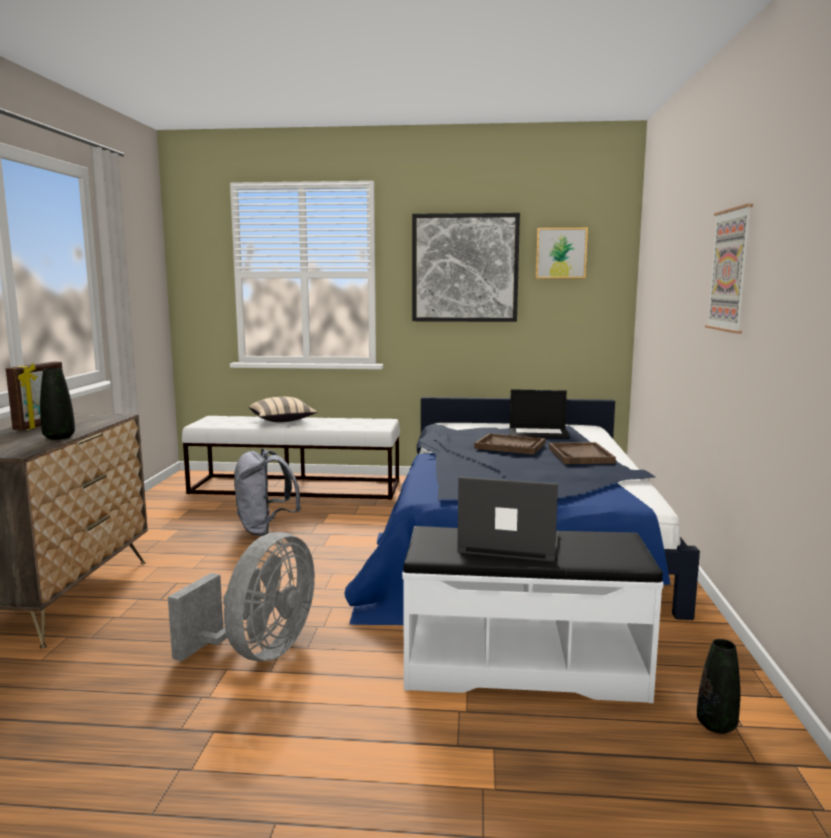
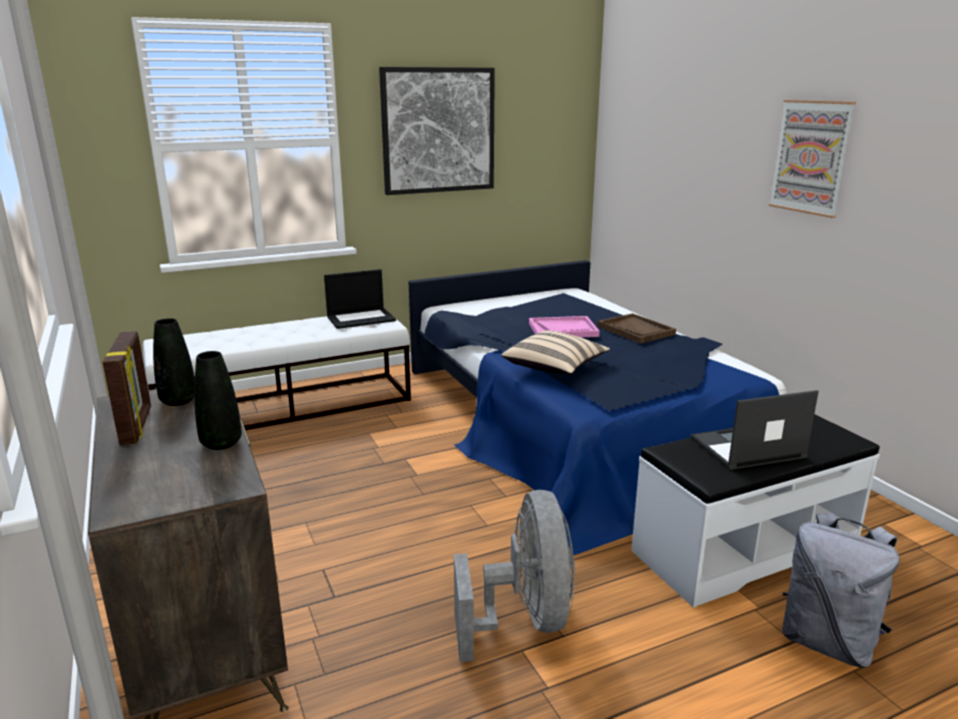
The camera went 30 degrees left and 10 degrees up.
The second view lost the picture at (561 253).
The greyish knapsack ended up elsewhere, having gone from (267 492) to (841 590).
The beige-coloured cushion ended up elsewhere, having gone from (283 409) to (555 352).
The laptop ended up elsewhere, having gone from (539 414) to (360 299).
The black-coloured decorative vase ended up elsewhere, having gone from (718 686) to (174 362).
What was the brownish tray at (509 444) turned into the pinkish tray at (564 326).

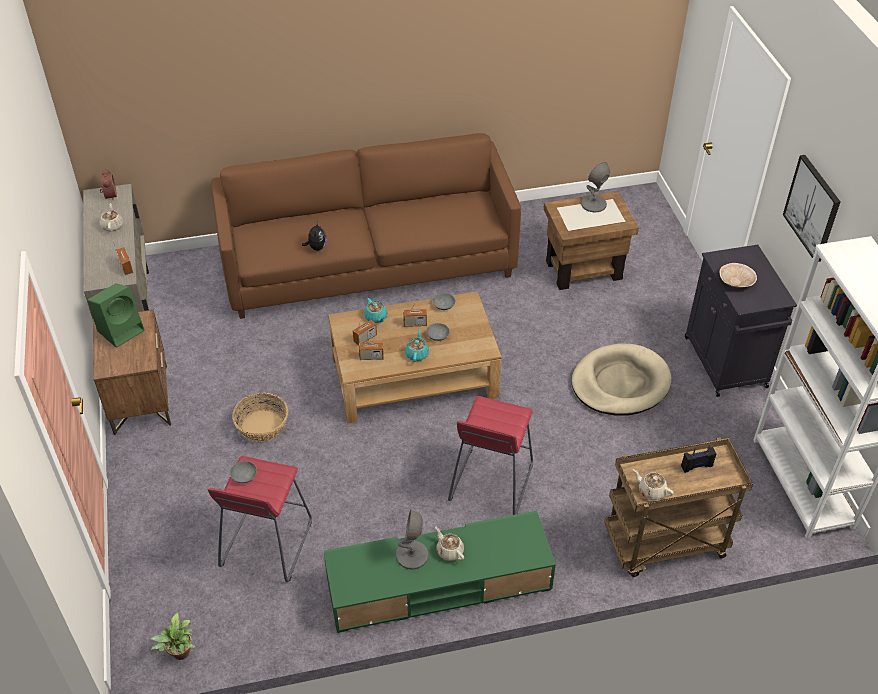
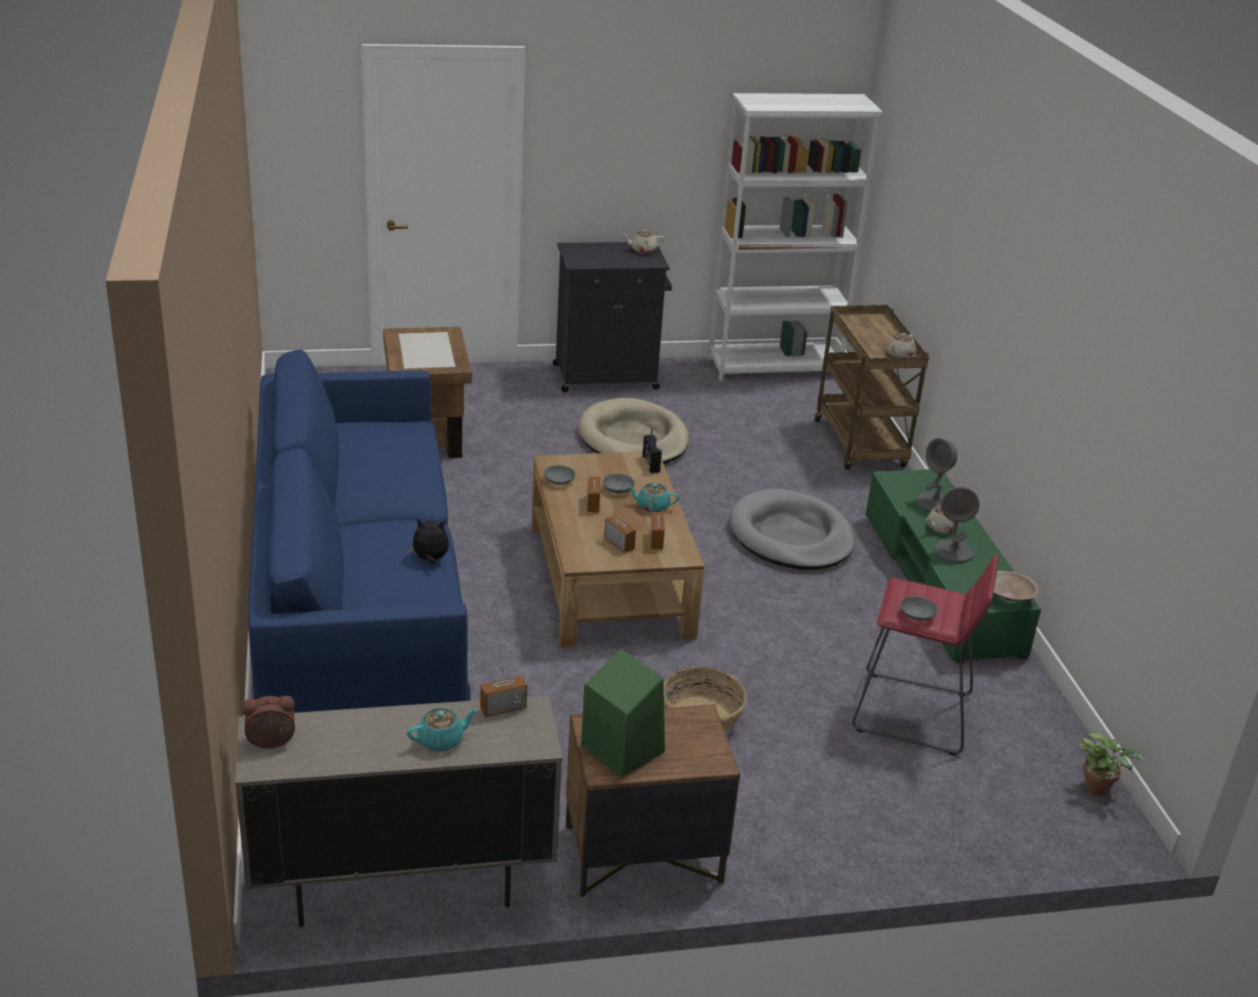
The camera went 90 degrees left and 15 degrees down.
The second view lost the picture at (812 208).
The beige-coloured tea pot ended up elsewhere, having gone from (111 217) to (643 241).
The turquoise-coloured tea pot ended up elsewhere, having gone from (375 310) to (442 729).
The greyish tabletop lamp ended up elsewhere, having gone from (595 187) to (937 475).
The radio receiver ended up elsewhere, having gone from (698 458) to (652 450).
The beige-coloured bowl ended up elsewhere, having gone from (738 275) to (1016 586).
Where the red-coloured stool stood at (490 455), the greyish dog bed came to stand at (792 529).
What was the brownish couch at (366 226) turned into the blue-coloured couch at (359 531).

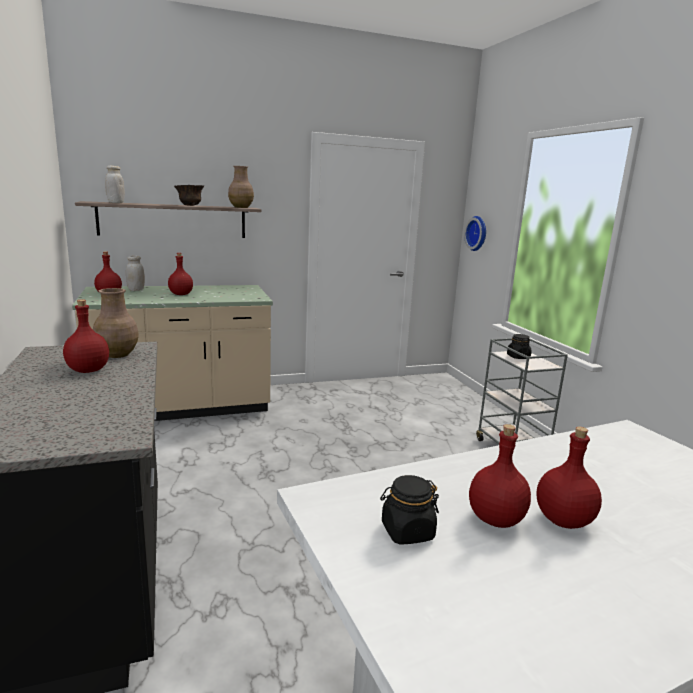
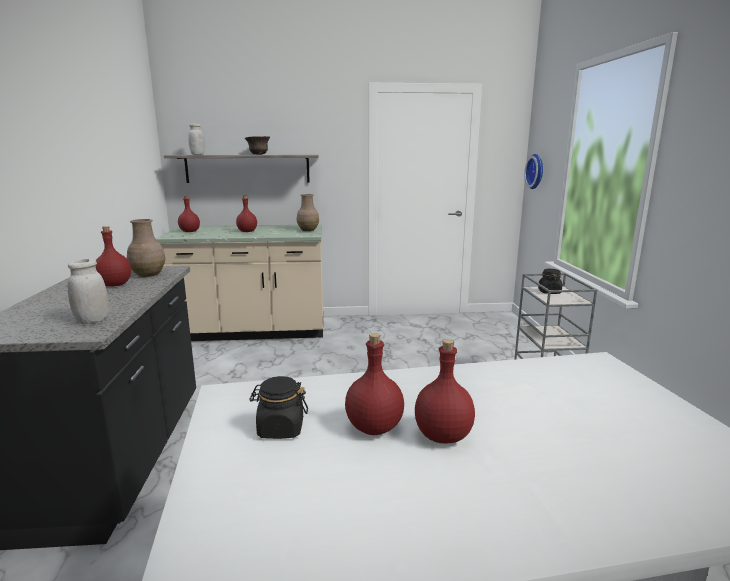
The camera went 15 degrees right and 0 degrees up.
The white-coloured storage jar ended up elsewhere, having gone from (135 273) to (88 291).
The brownish decorative vase ended up elsewhere, having gone from (241 187) to (308 212).

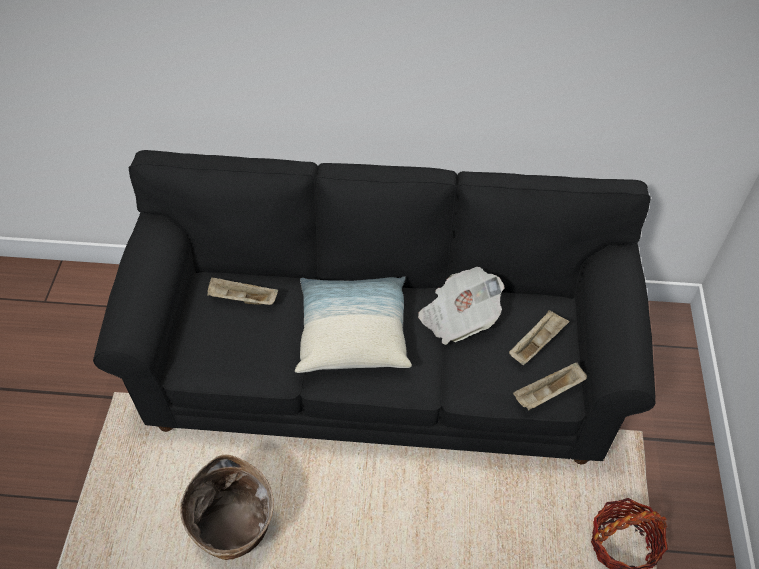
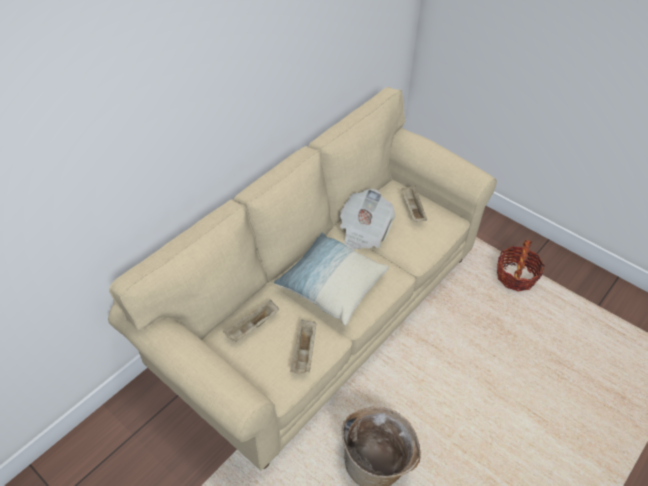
The camera went 55 degrees left and 5 degrees down.
The beige-coloured tray ended up elsewhere, having gone from (550 386) to (303 346).
What was the black-coloured couch at (374 307) turned into the beige-coloured couch at (302 279).

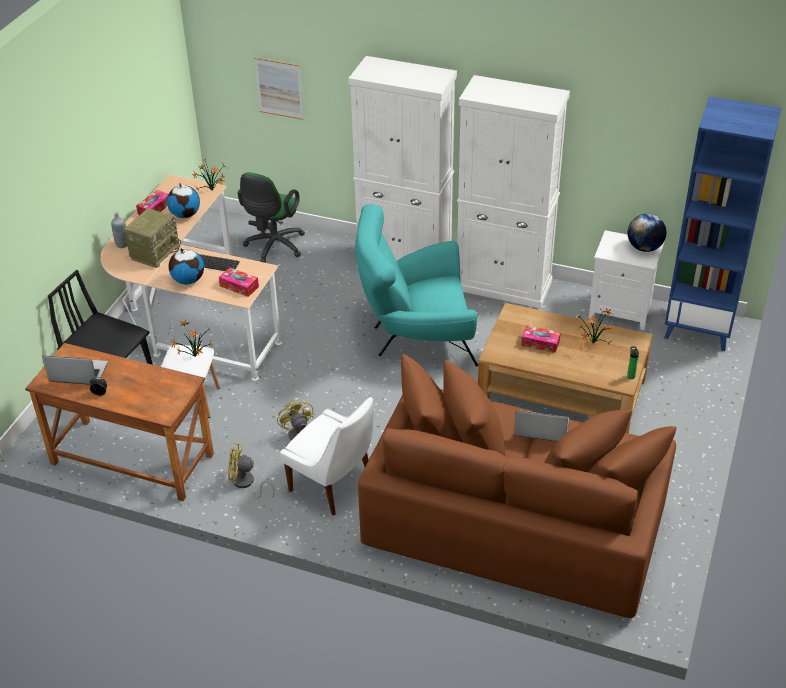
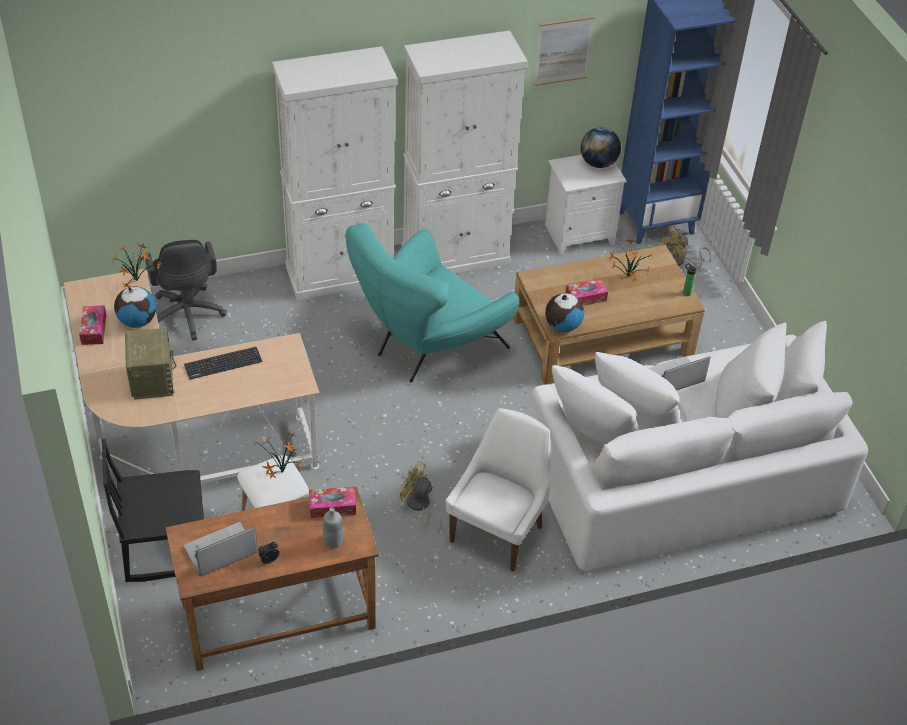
The camera went 40 degrees left and 5 degrees up.
The greyish bottle ended up elsewhere, having gone from (119 230) to (333 528).
The globe ended up elsewhere, having gone from (186 266) to (564 312).
The box of tissues ended up elsewhere, having gone from (239 282) to (332 502).
The yellow cooling fan ended up elsewhere, having gone from (251 471) to (684 246).
The picture ended up elsewhere, having gone from (279 88) to (564 51).
What was the green desk chair at (271 217) turned into the black-coloured desk chair at (186 290).
What was the brownish couch at (517 486) turned into the white-coloured couch at (699 446).
The white-coloured upright chair at (326 456) ended up facing another way, 60 degrees counterclockwise from before.

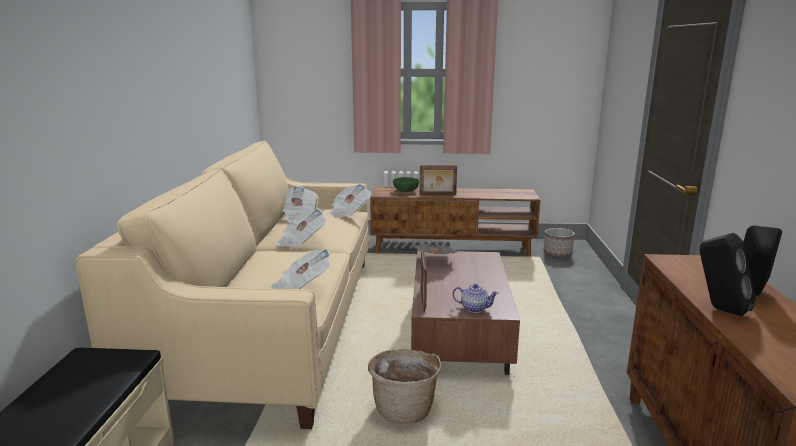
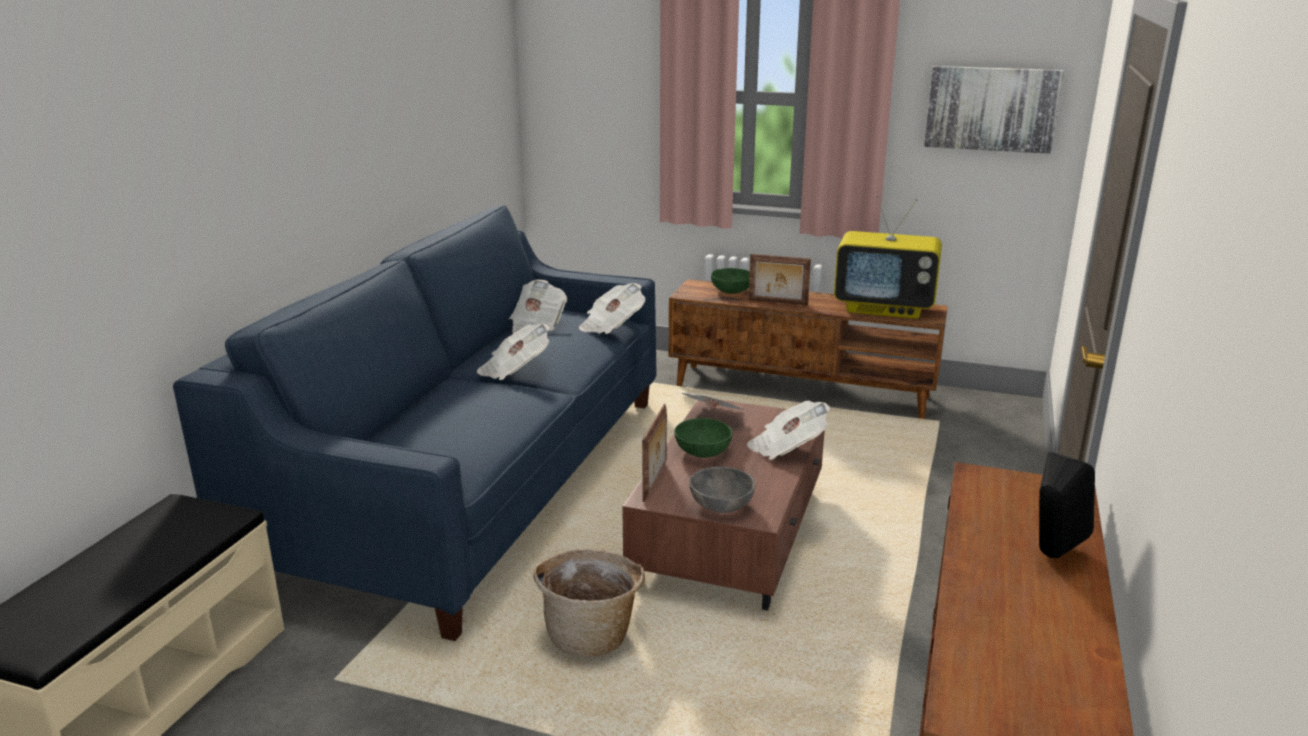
The camera went 15 degrees right and 5 degrees up.
The second view lost the plant pot at (559 242).
The second view lost the black-coloured speaker at (727 274).
The second view gained the green bowl at (703 438).
The second view gained the TV at (888 257).
The second view gained the picture at (994 110).
The daily paper ended up elsewhere, having gone from (300 269) to (789 430).
Where the tea pot stood at (475 298), the greyish bowl came to stand at (722 490).
What was the beige-coloured couch at (222 285) turned into the blue-coloured couch at (414 423).

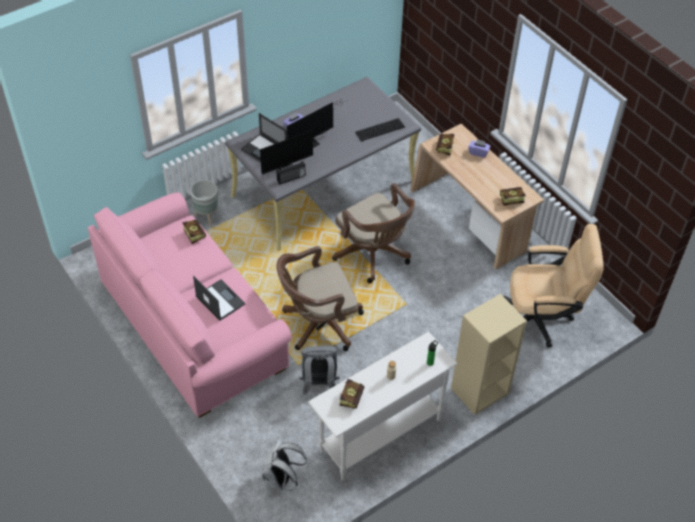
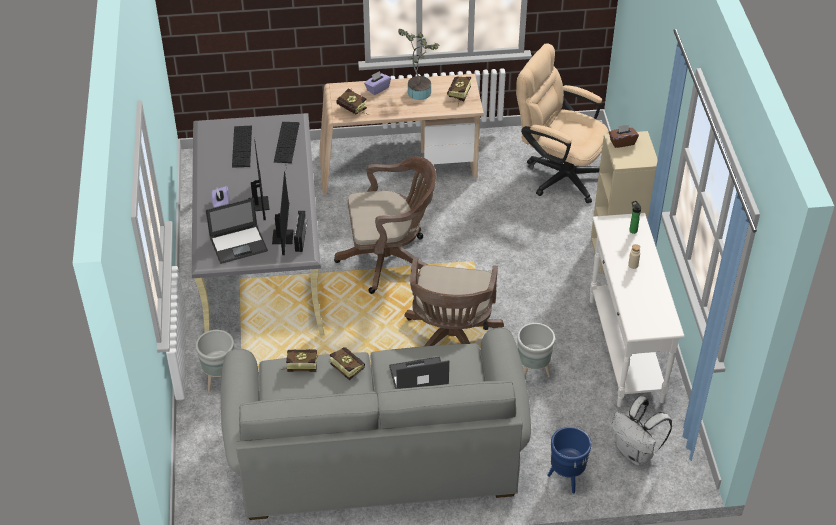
The camera went 60 degrees left and 5 degrees down.
The second view gained the computer keyboard at (242 147).
The second view gained the houseplant at (418 64).
The second view gained the blue-coloured plant pot at (569 460).
The second view gained the brownish box of tissues at (624 136).
The volume ended up elsewhere, having gone from (352 394) to (347 364).
Where the greyish knapsack stood at (319 370), the greyish plant pot came to stand at (536 350).
What was the pinkish couch at (190 305) turned into the greyish couch at (375 423).
The beige-coloured desk chair at (553 286) ended up facing another way, 90 degrees counterclockwise from before.

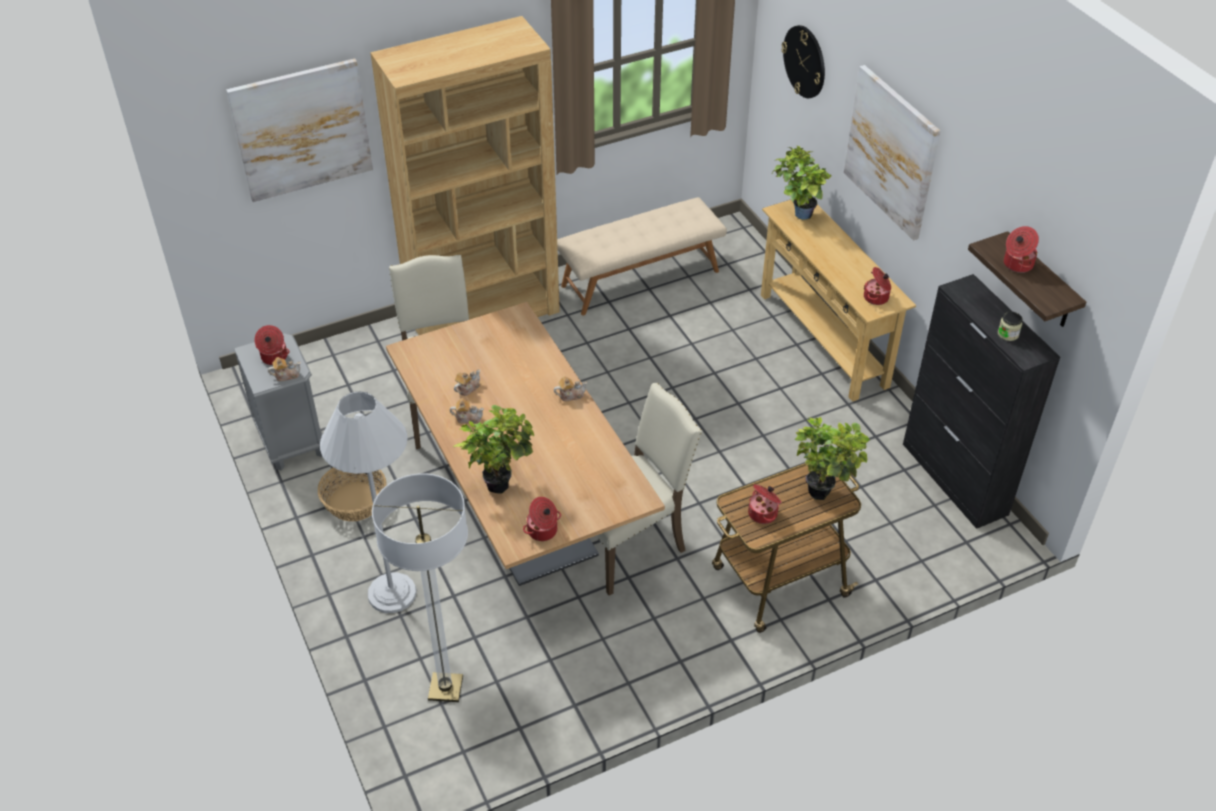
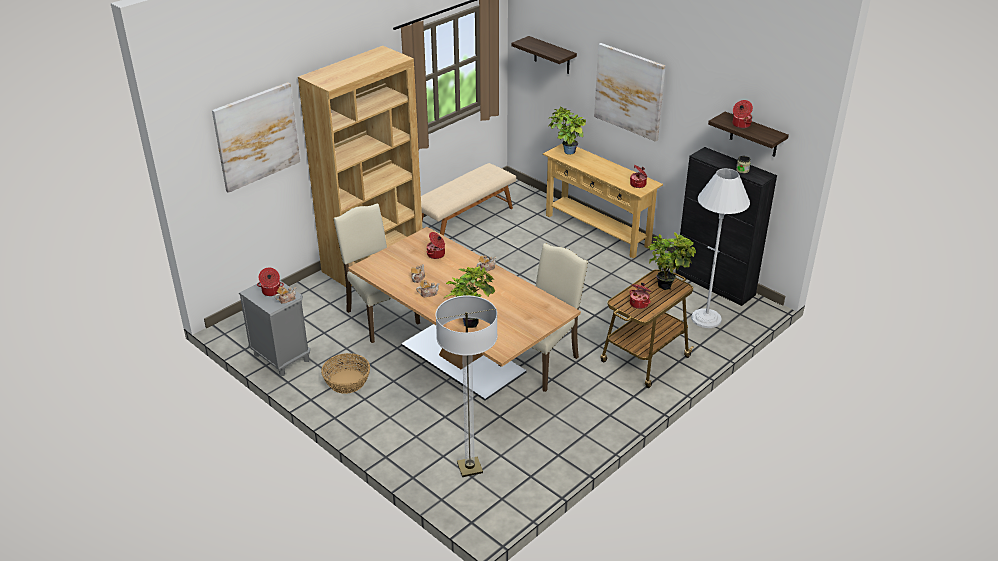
The camera went 20 degrees left and 10 degrees down.
The white-coloured floor lamp ended up elsewhere, having gone from (368 502) to (720 248).
The saucepot ended up elsewhere, having gone from (542 519) to (436 245).
Where the wall clock hung at (803 61), the wall shelf came to hang at (544 55).

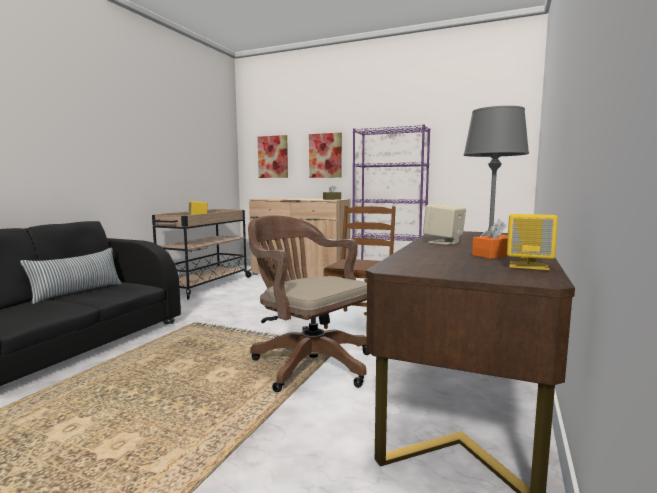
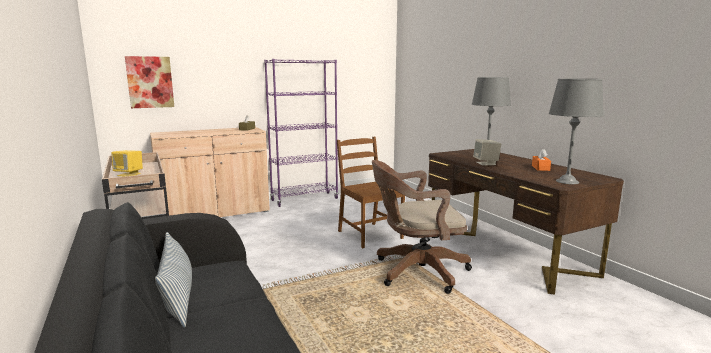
The camera went 50 degrees left and 5 degrees up.
The second view lost the picture at (325 155).
The second view lost the yellow speaker at (532 242).
The second view gained the greyish tabletop lamp at (576 131).

